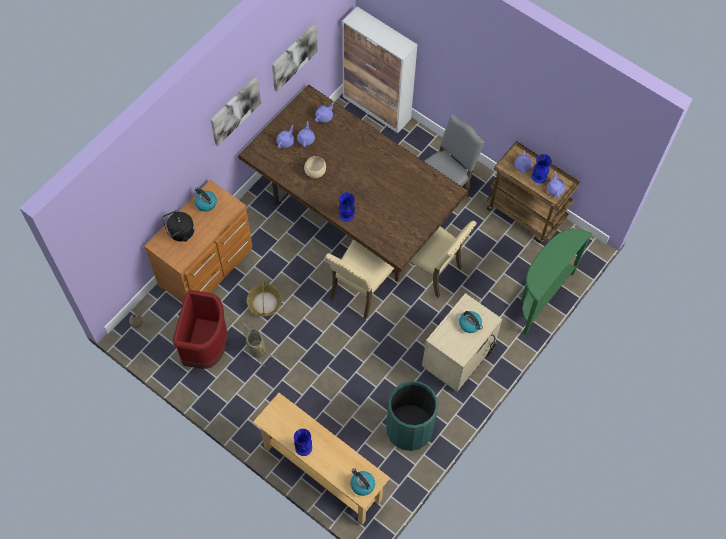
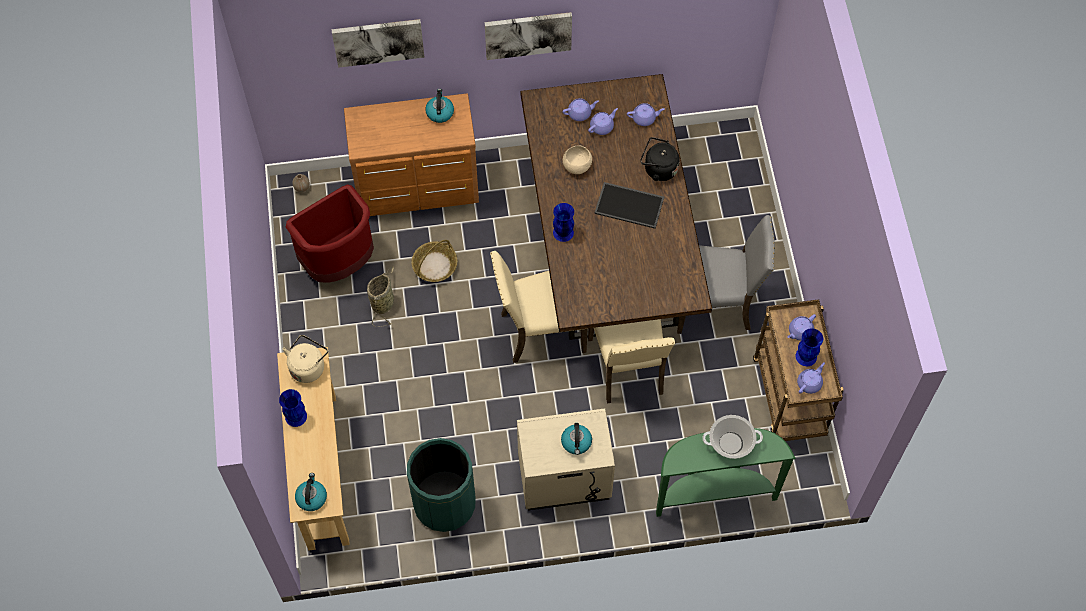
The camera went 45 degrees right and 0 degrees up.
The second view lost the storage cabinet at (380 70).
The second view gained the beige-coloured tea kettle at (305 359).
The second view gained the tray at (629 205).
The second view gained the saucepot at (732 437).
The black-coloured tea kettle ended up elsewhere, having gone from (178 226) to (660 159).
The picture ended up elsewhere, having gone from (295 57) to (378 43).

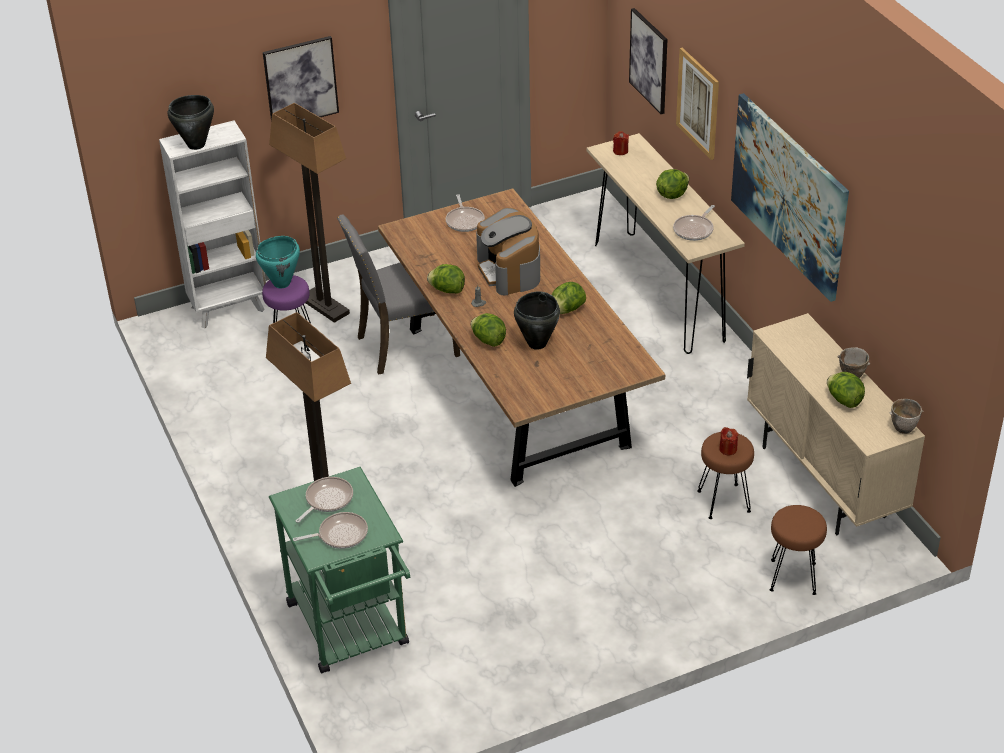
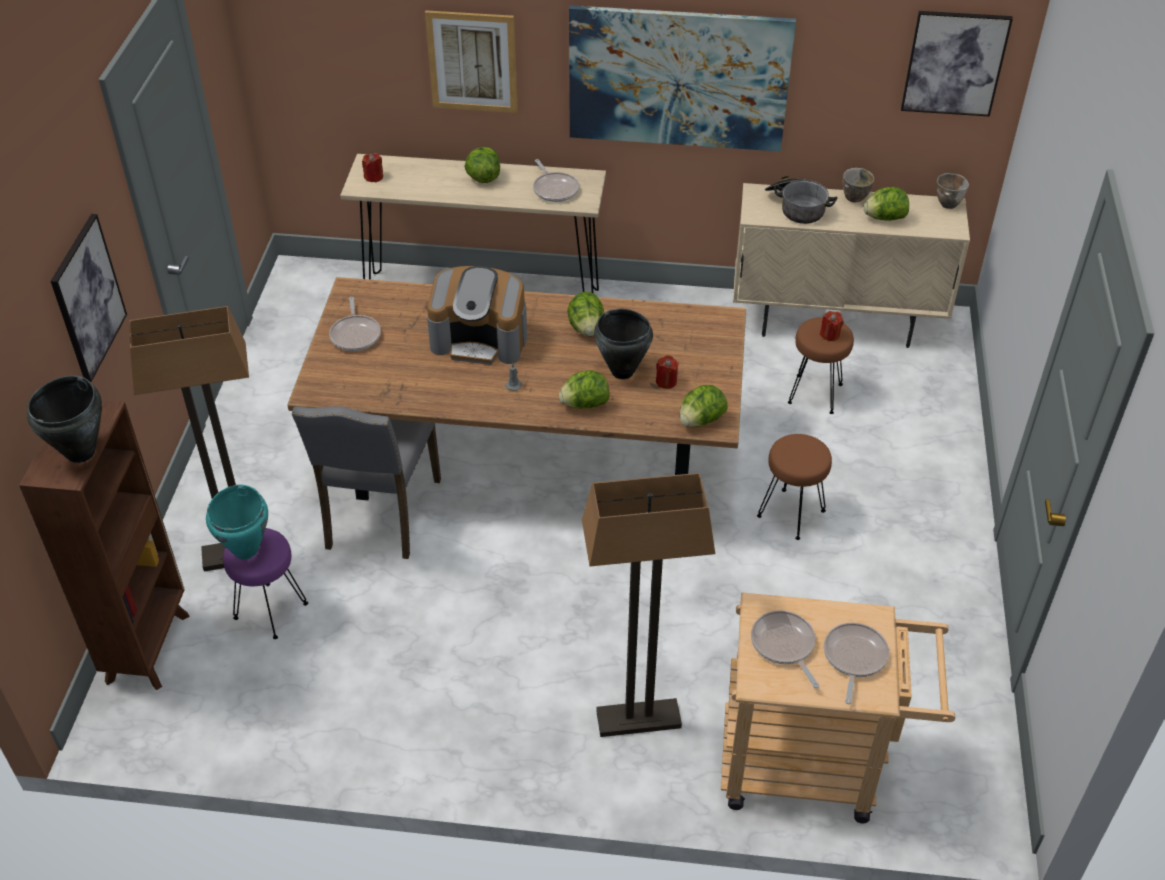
The camera went 60 degrees left and 5 degrees up.
The second view gained the red-coloured wax light at (667 372).
The second view gained the saucepot at (801 200).
The head of lettuce ended up elsewhere, having gone from (446 279) to (704 406).
The picture ended up elsewhere, having gone from (648 61) to (957 64).
The brownish stool ended up elsewhere, having gone from (798 550) to (794 487).
What was the white-coloured bookshelf at (212 224) turned into the brownish bookshelf at (104 545).
What was the green cart at (339 570) turned into the beige-coloured cart at (838 707).
The frying pan at (465 213) ended up facing another way, 60 degrees clockwise from before.

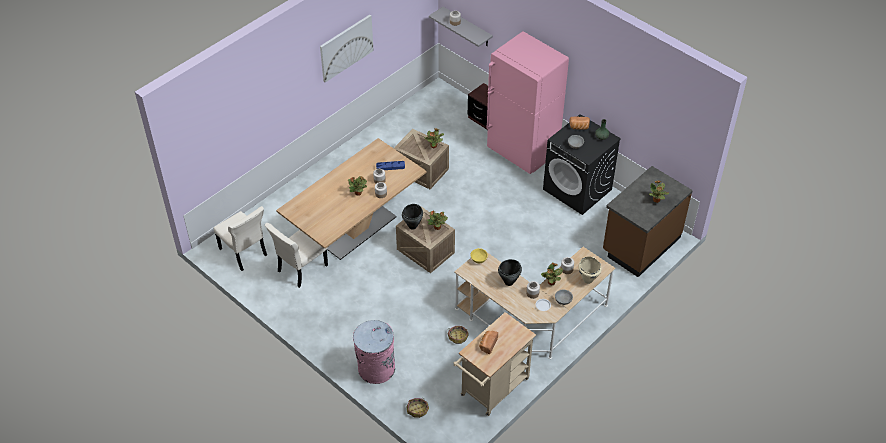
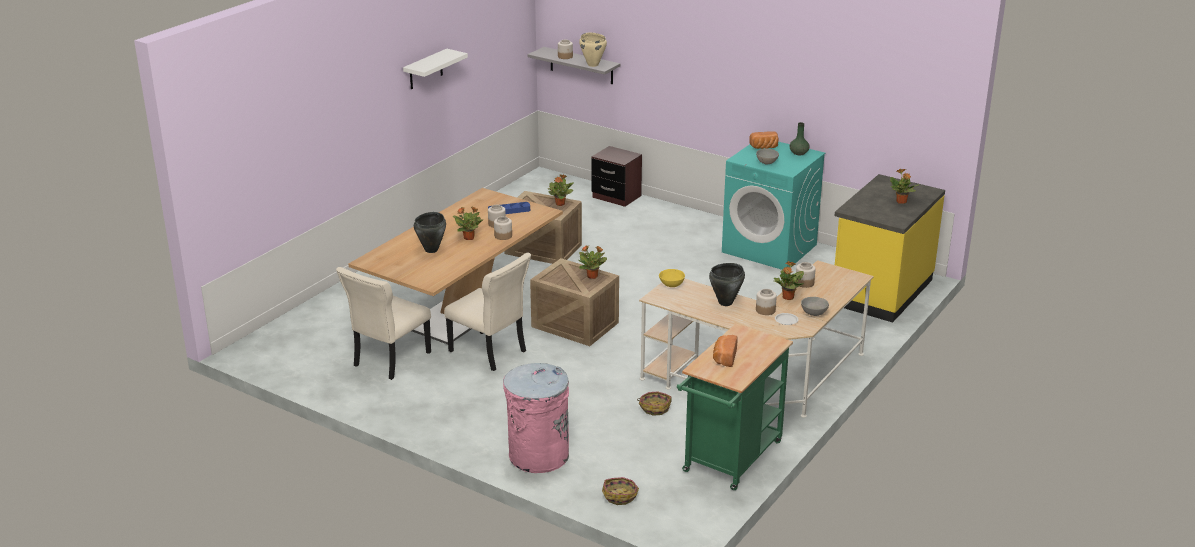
The camera went 10 degrees left and 20 degrees down.
The second view lost the pinkish refrigerator at (527 102).
The beige-coloured upright chair ended up elsewhere, having gone from (240 238) to (487 312).
The black-coloured saucepot ended up elsewhere, having gone from (412 217) to (430 232).
The beige-coloured saucepot ended up elsewhere, having gone from (590 270) to (593 50).
Where the picture hung at (347 48), the white-coloured wall shelf came to hang at (435 69).
What was the beige-coloured cart at (494 364) turned into the green cart at (735 407).
What was the black-coloured laundry appliance at (582 164) turned into the turquoise-coloured laundry appliance at (773 206).
What was the brownish kitchen base unit at (648 221) turned into the yellow kitchen base unit at (890 248).

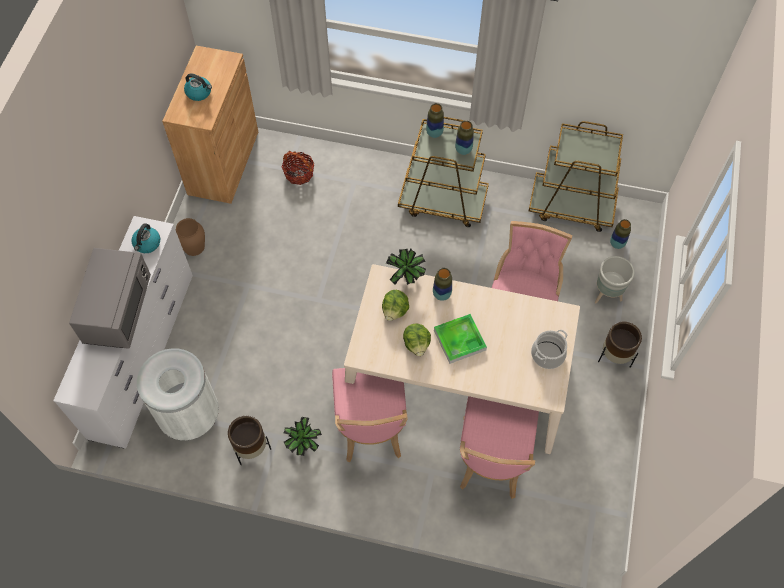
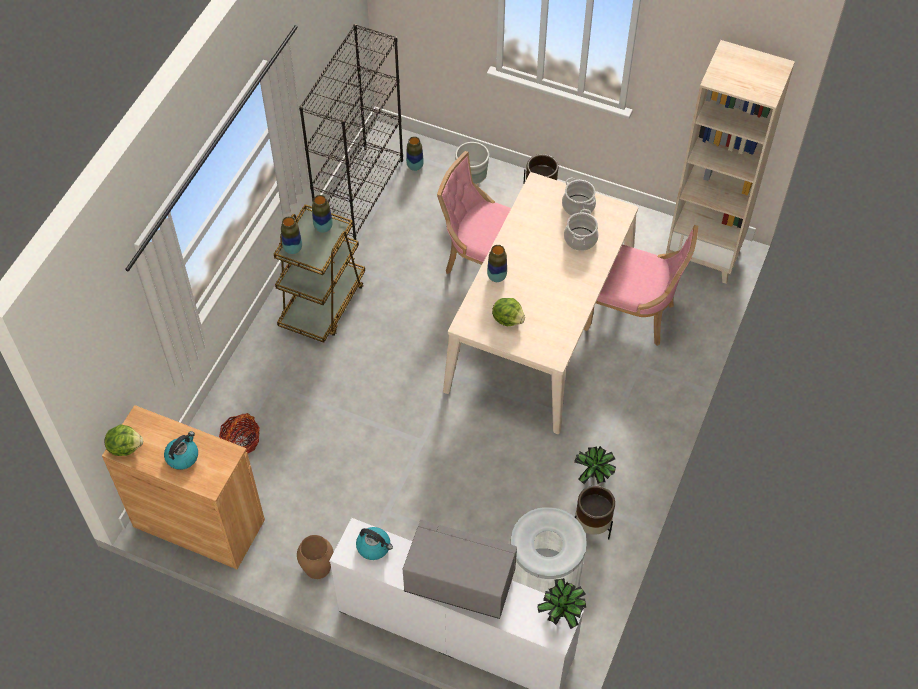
The camera went 80 degrees left and 5 degrees down.
The second view lost the pinkish upright chair at (369 415).
The second view lost the tray at (460 339).
The second view gained the saucepot at (581 230).
The second view gained the beige-coloured bookshelf at (730 162).
The houseplant ended up elsewhere, having gone from (406 266) to (562 603).
The head of lettuce ended up elsewhere, having gone from (417 340) to (124 440).
Where the brownish cart stood at (576 176), the black-coloured bookshelf came to stand at (351 132).

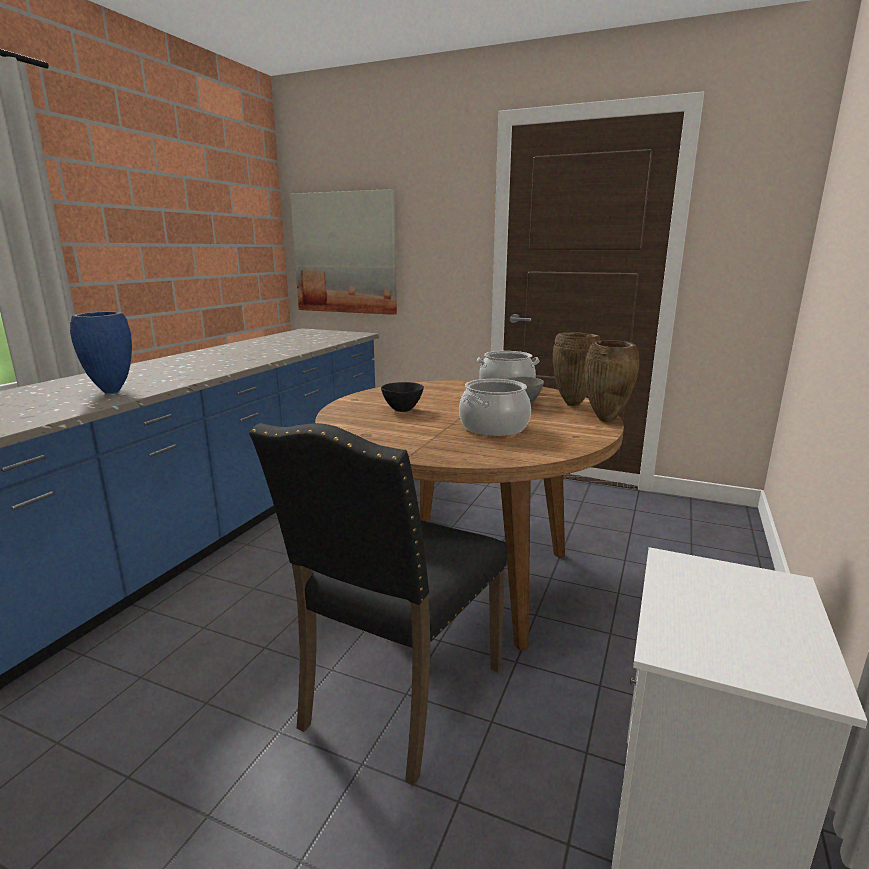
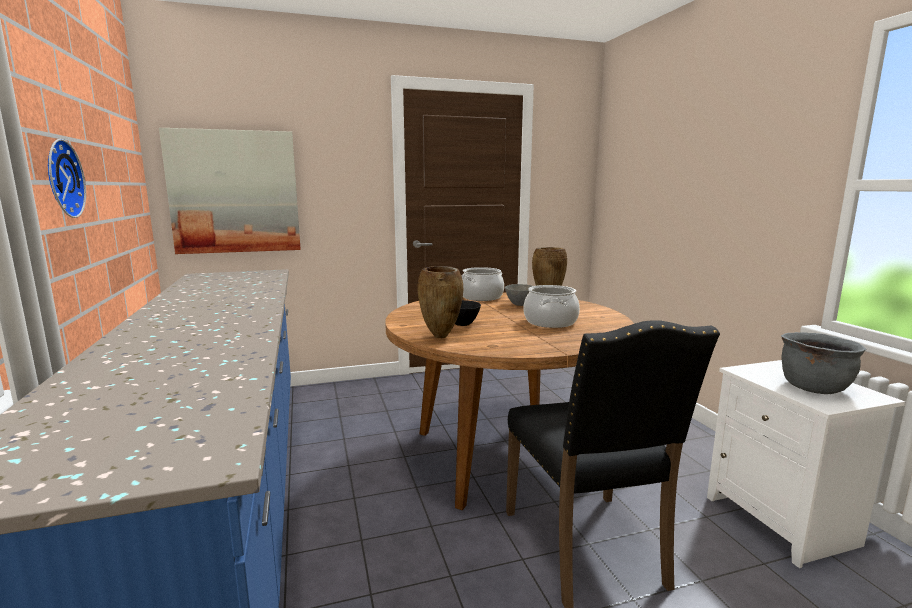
The camera went 40 degrees left and 5 degrees down.
The second view lost the blue-coloured decorative vase at (101 352).
The second view gained the wall clock at (67 178).
The second view gained the greyish saucepot at (823 363).
The brownish decorative vase ended up elsewhere, having gone from (612 381) to (440 302).

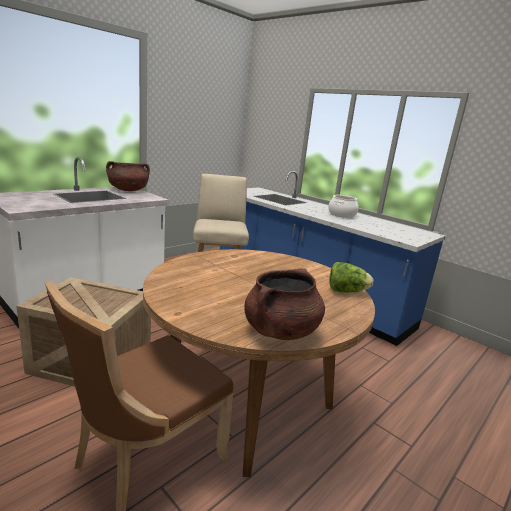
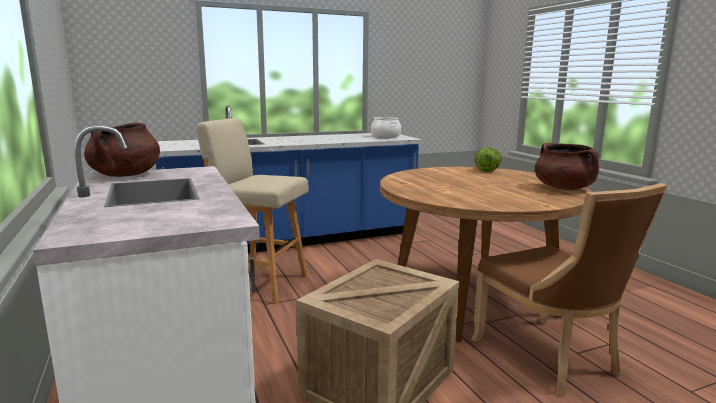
The camera went 65 degrees left and 5 degrees down.
The saucepot ended up elsewhere, having gone from (343 206) to (386 127).

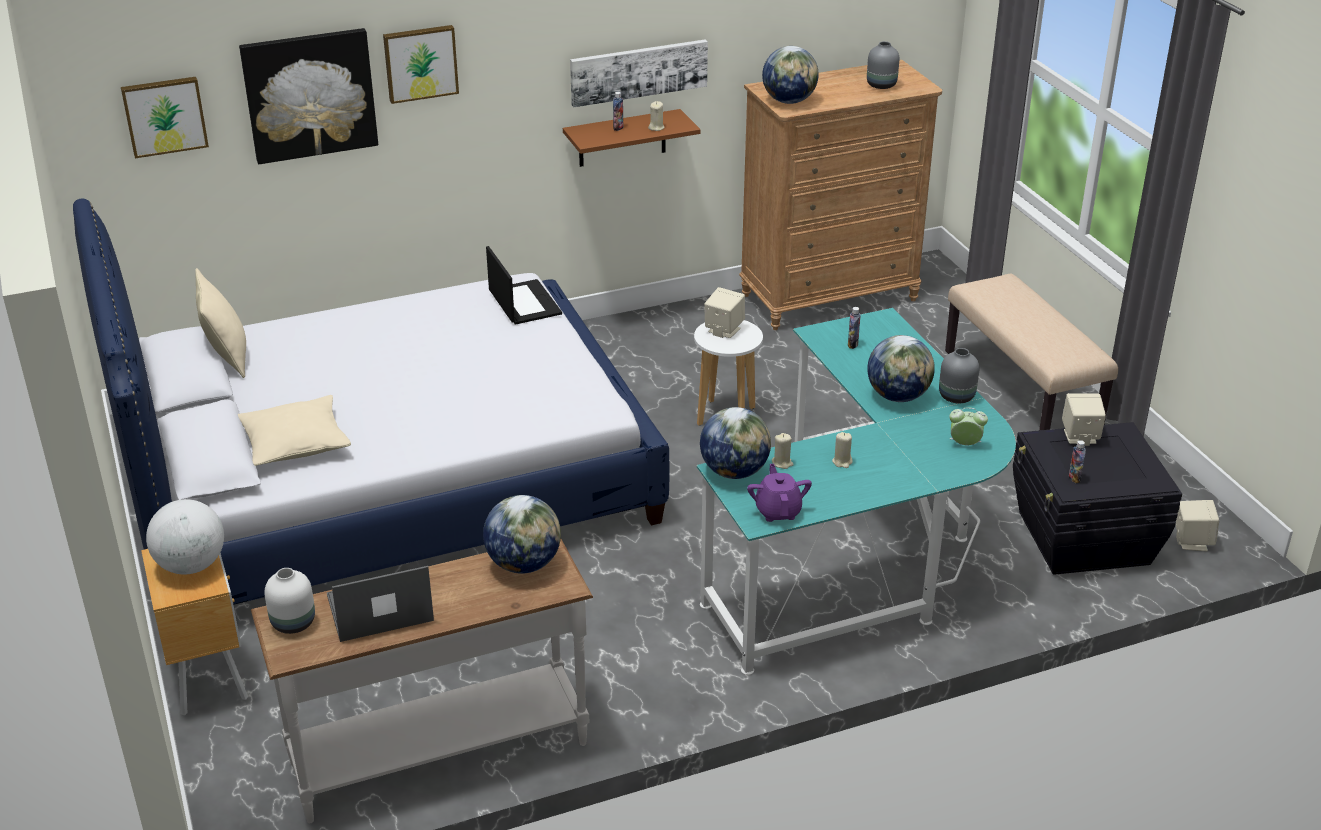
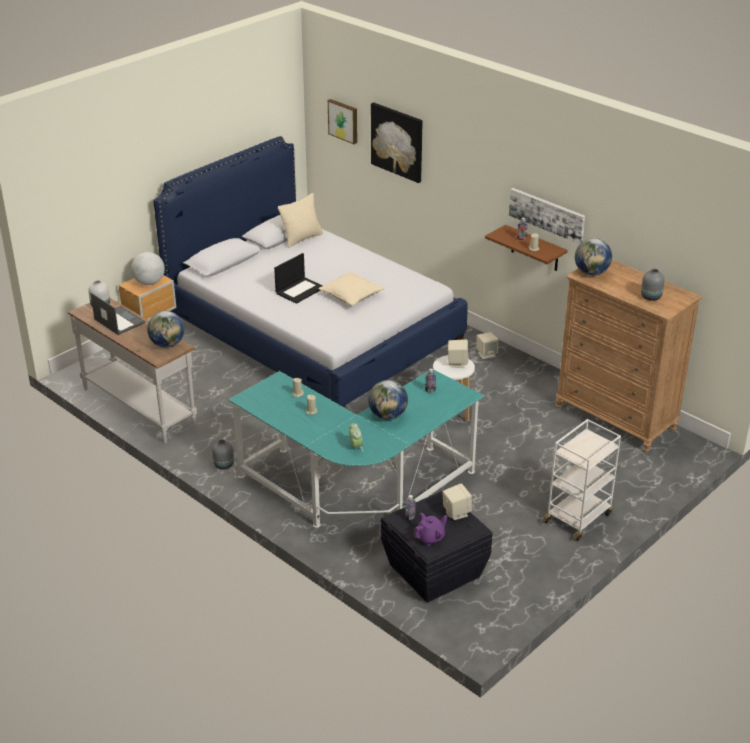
The camera went 65 degrees right and 0 degrees up.
The second view lost the picture at (421 64).
The second view lost the globe at (735 443).
The beige-coloured cushion ended up elsewhere, having gone from (294 430) to (352 288).
The laptop ended up elsewhere, having gone from (524 285) to (298 278).
The purple-coloured tea pot ended up elsewhere, having gone from (779 493) to (430 529).
The greyish decorative vase ended up elsewhere, having gone from (959 375) to (223 454).
The beige-coloured speaker ended up elsewhere, having gone from (1197 525) to (488 345).
Where the beige-coloured indoor bench stood at (1031 351), the white-coloured cart came to stand at (581 480).

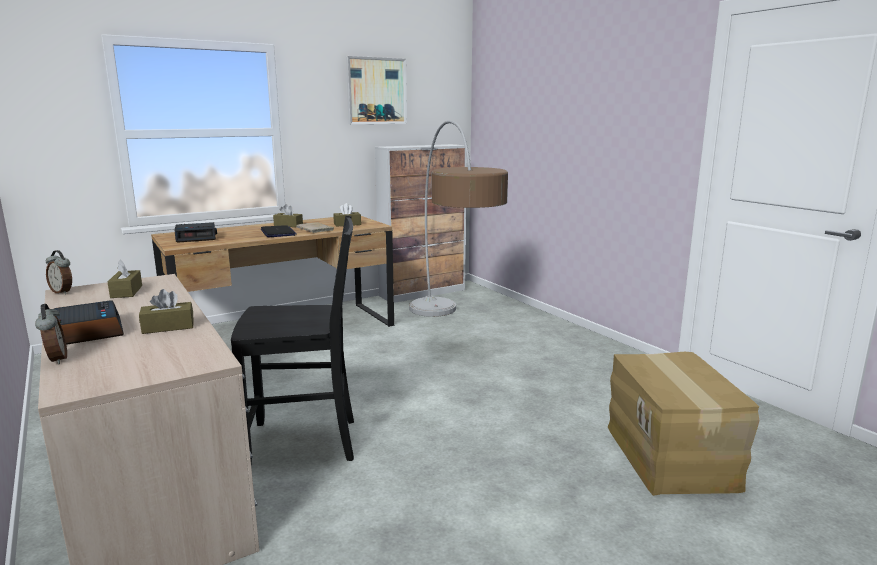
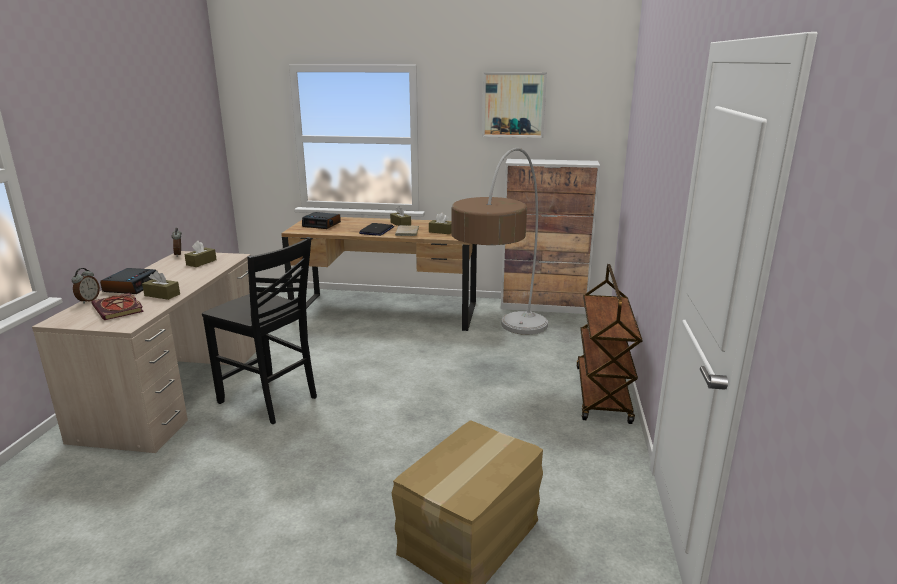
The camera went 40 degrees right and 5 degrees up.
The second view gained the volume at (117 306).
The second view gained the brownish cart at (609 344).

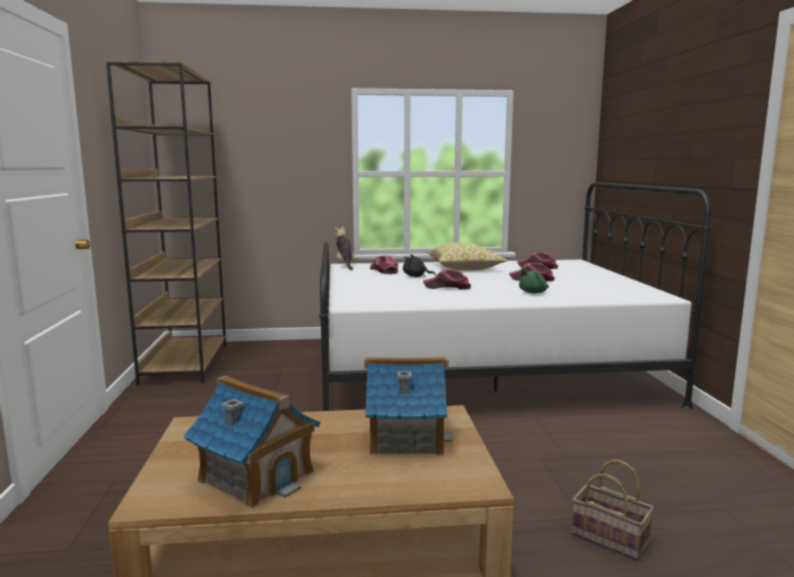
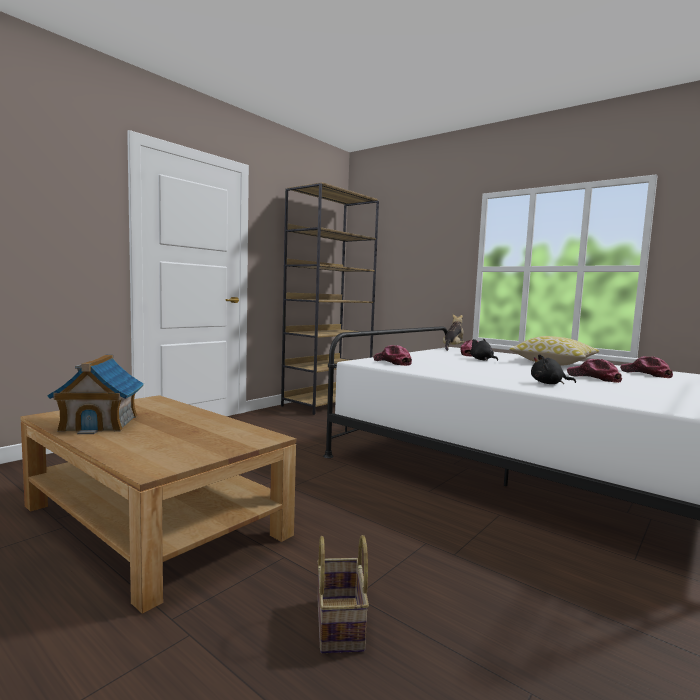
The camera went 45 degrees right and 5 degrees down.
The second view lost the model house at (408 406).
The peaked cap ended up elsewhere, having gone from (447 279) to (393 355).
What was the green cuddly toy at (534 281) turned into the black-coloured cuddly toy at (553 369).

